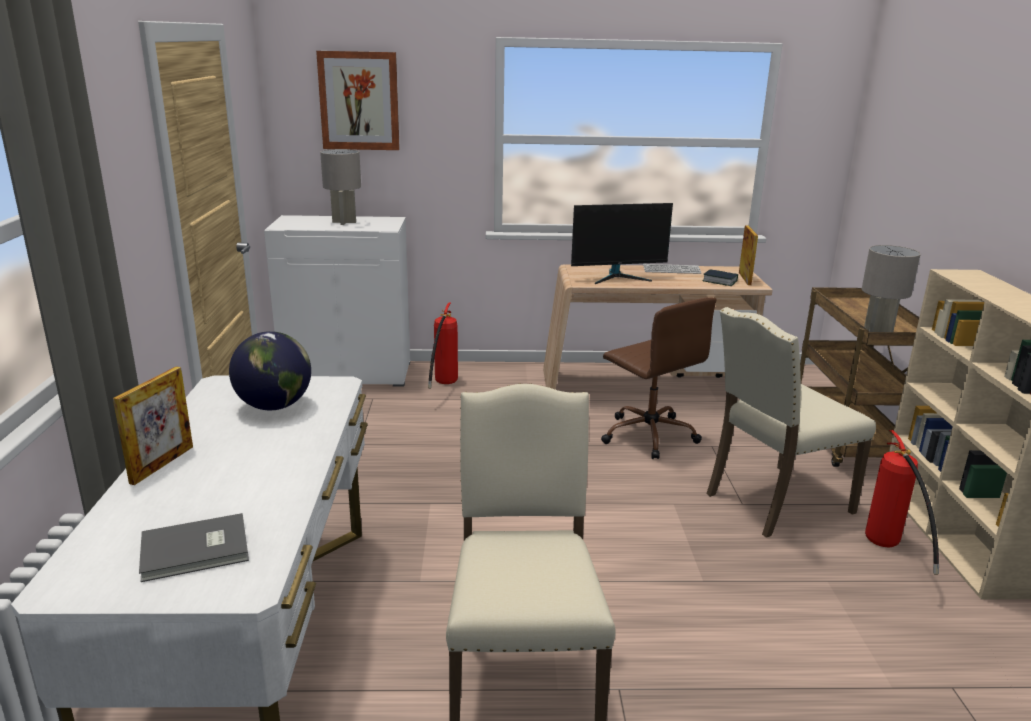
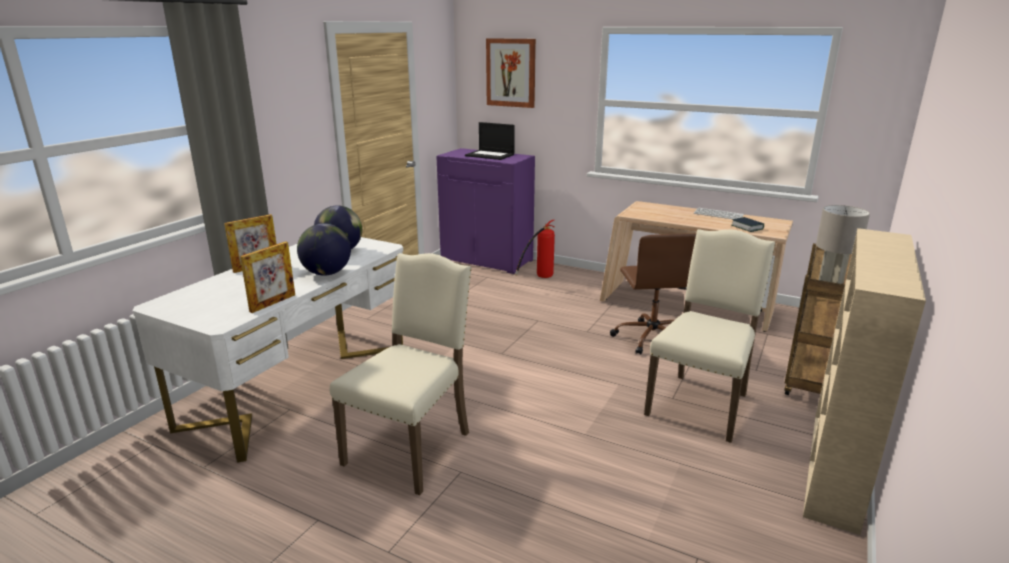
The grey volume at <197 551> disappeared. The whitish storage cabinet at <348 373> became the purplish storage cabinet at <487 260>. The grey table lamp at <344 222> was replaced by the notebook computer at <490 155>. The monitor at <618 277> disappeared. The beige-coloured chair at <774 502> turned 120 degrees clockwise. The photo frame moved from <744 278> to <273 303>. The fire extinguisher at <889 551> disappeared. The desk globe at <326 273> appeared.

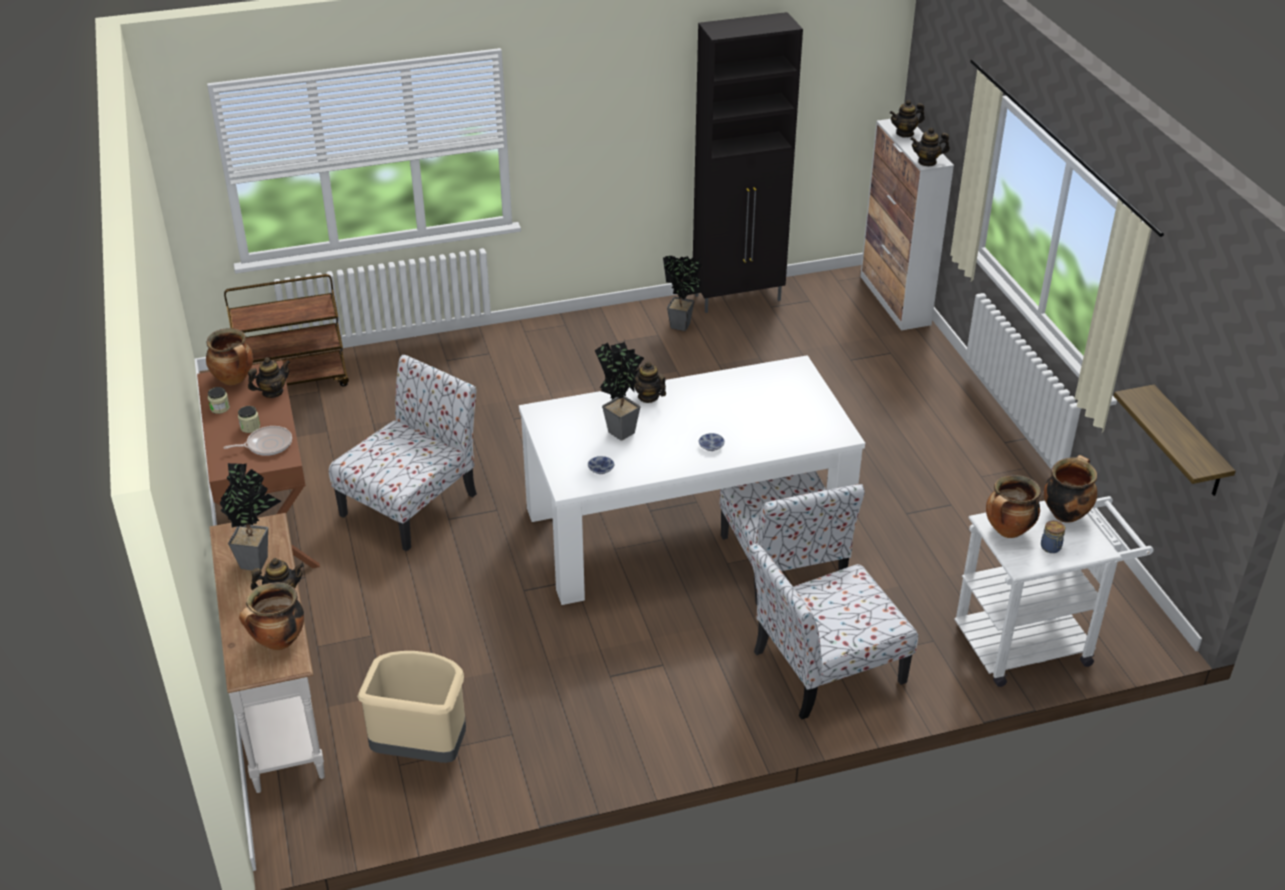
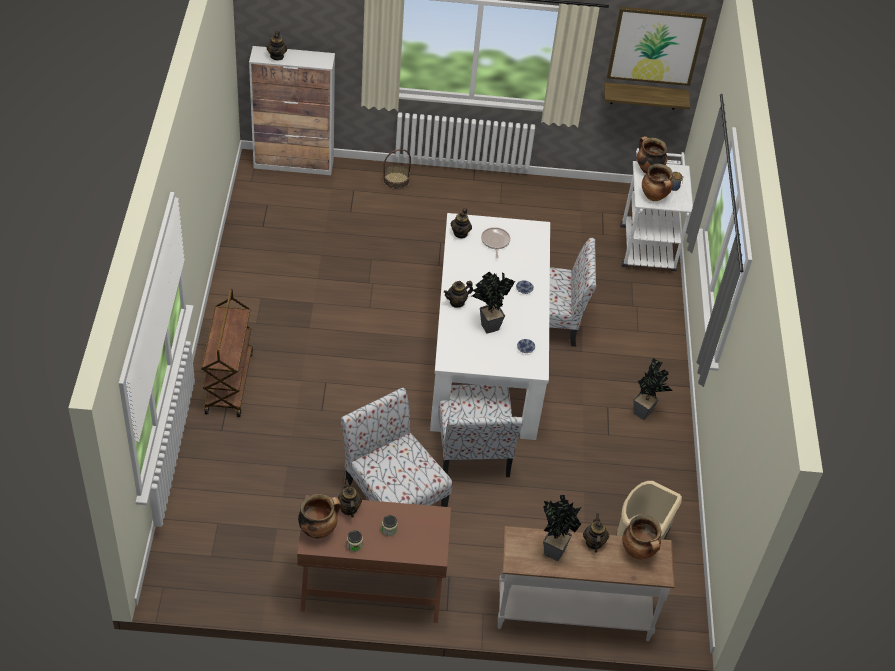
The brown-coloured cart moved from <294 381> to <228 382>. The skillet moved from <267 445> to <495 242>. The potted plant moved from <682 327> to <645 412>. The black storage cabinet at <739 298> disappeared. The chair moved from <825 668> to <473 448>. The tea pot moved from <927 162> to <460 233>. The storage basket at <396 180> appeared. The picture at <655 45> appeared.

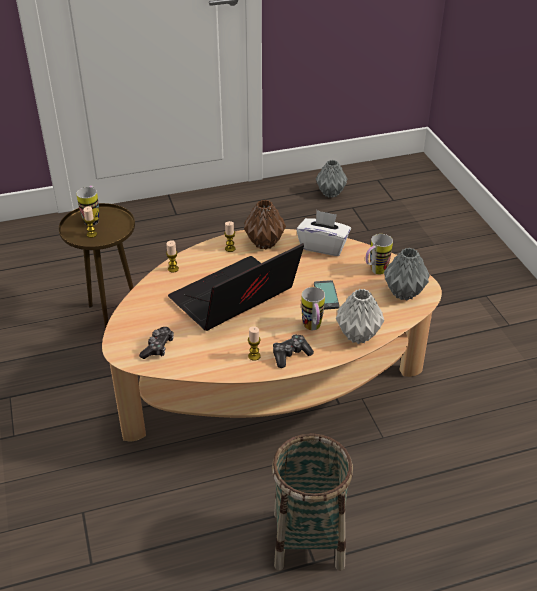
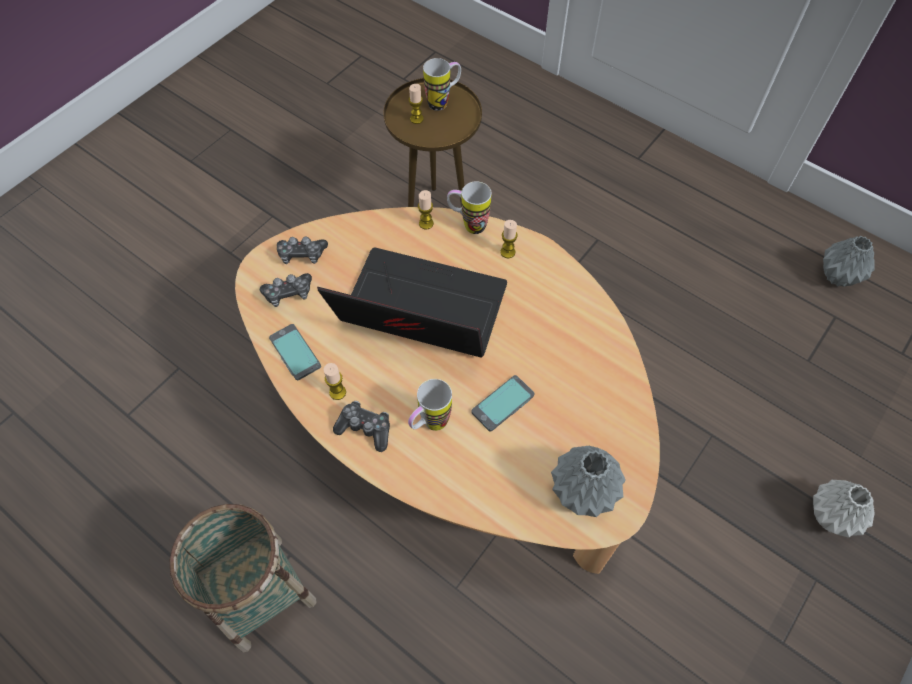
The brown-coloured vase at <264 243> disappeared. The whitish tissue holder at <323 246> disappeared. The grey vase moved from <358 336> to <830 517>. The tea mug moved from <375 272> to <468 224>. The handset at <295 352> appeared. The gamepad at <302 254> appeared.

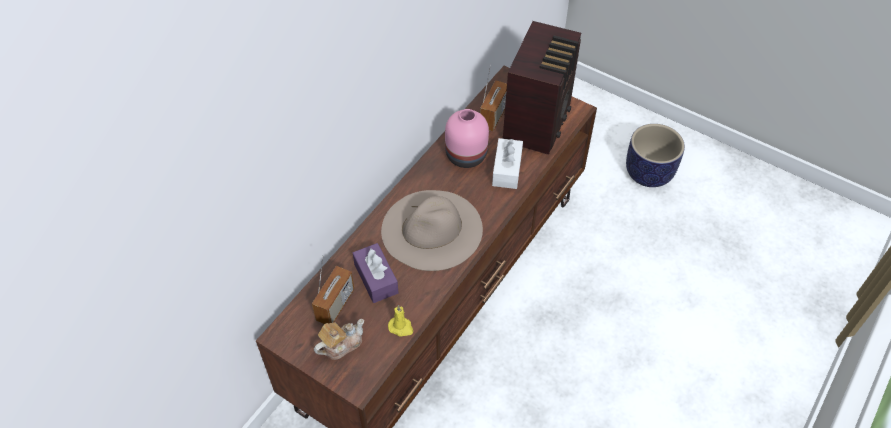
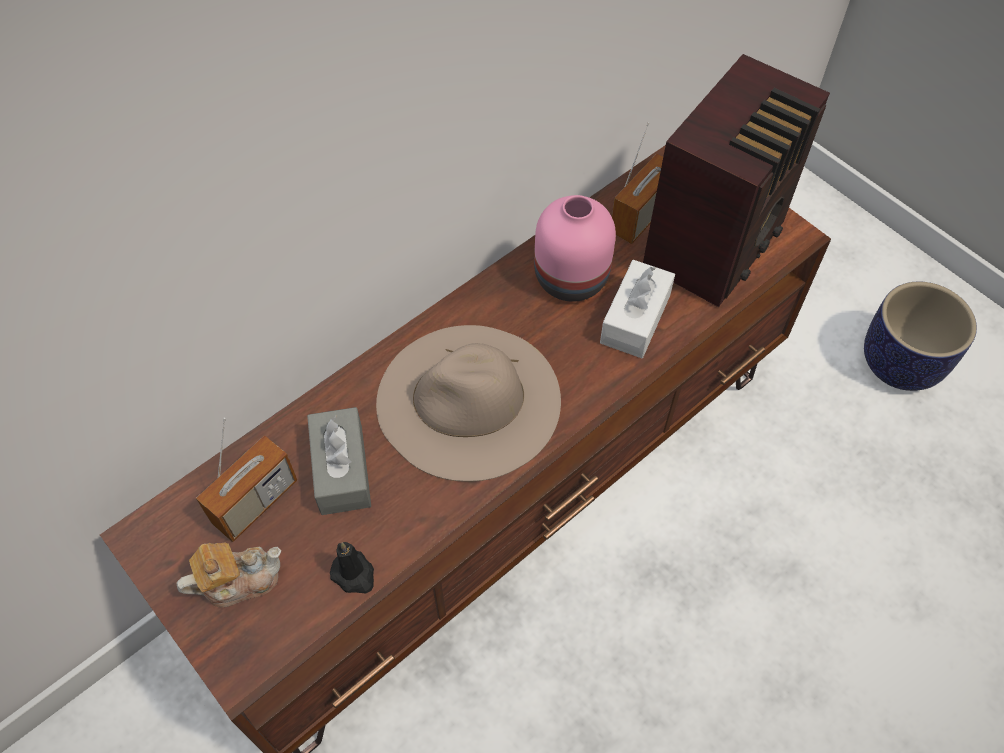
The purplish tissue holder at <376 278> became the grey tissue holder at <342 469>. The yellow wax light at <401 327> became the black wax light at <354 574>.

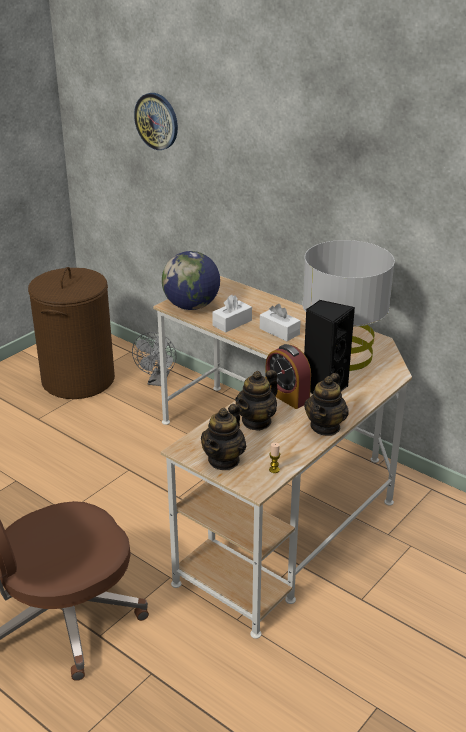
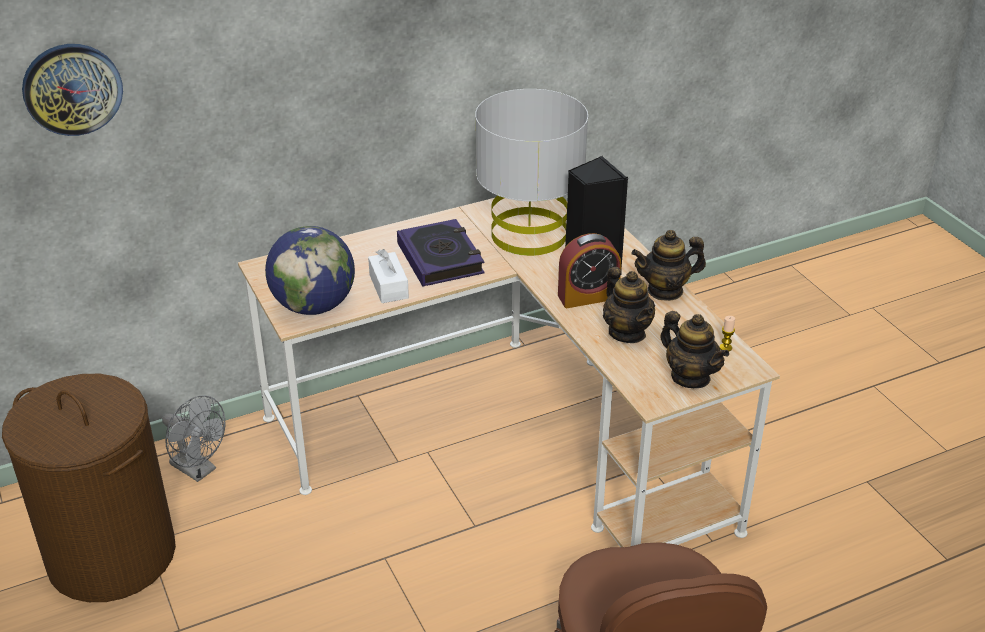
The whitish tissue holder at <279 331> was replaced by the volume at <440 258>. The tea pot at <325 427> turned 120 degrees clockwise.

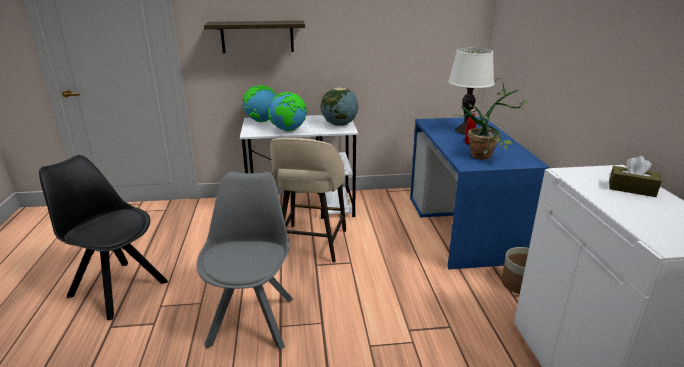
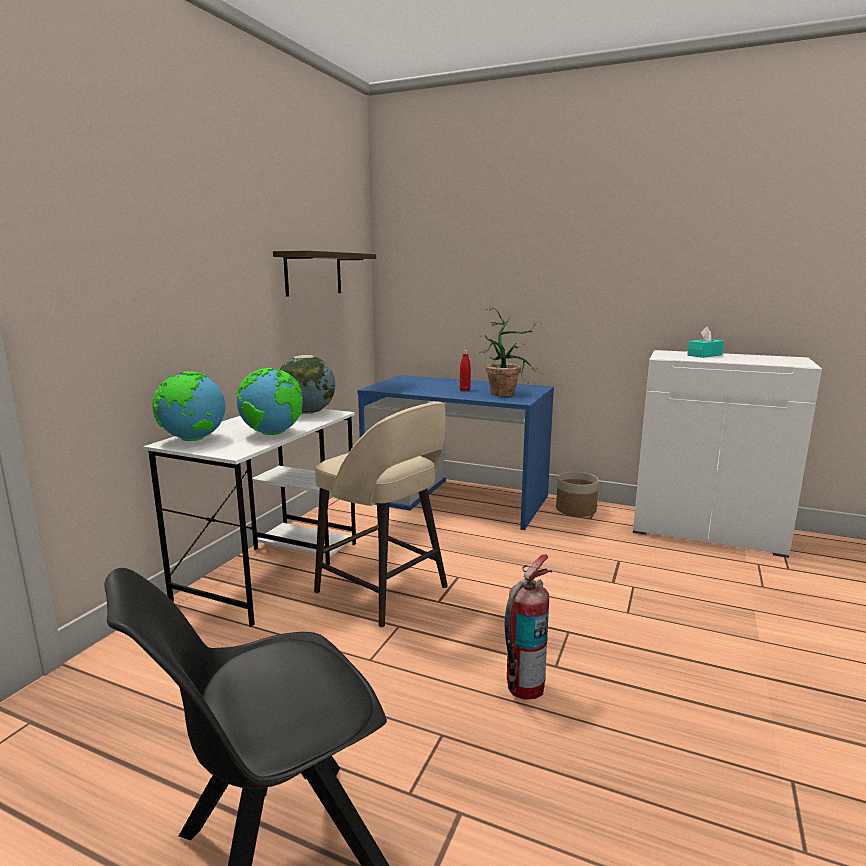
The grey chair at <252 319> was replaced by the fire extinguisher at <524 687>. The wall shelf moved from <257 37> to <313 274>. The whitish table lamp at <465 131> disappeared. The brown-coloured tissue holder at <631 189> became the turquoise-coloured tissue holder at <704 355>.

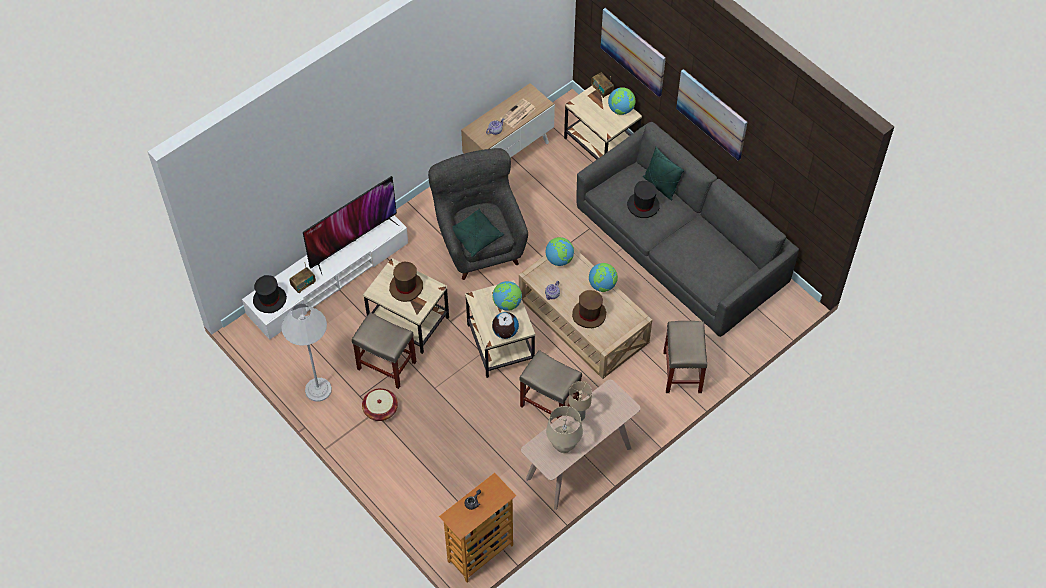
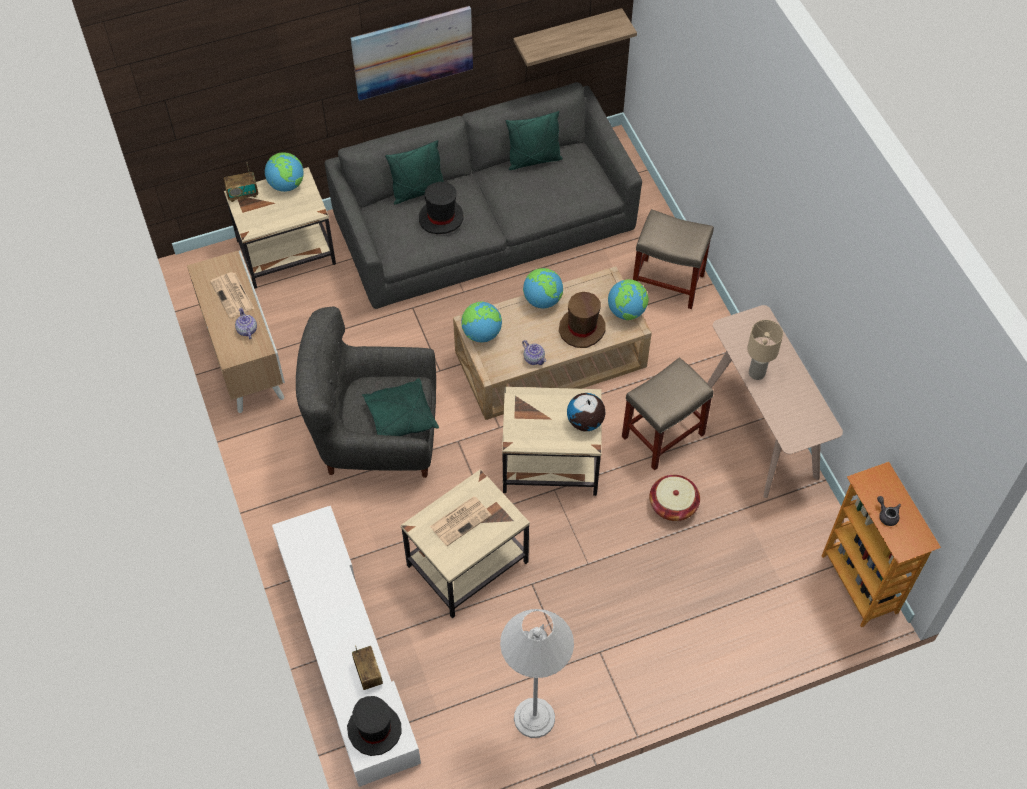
The television at <352 241> disappeared. The beige-coloured stool at <386 365> disappeared. The storage basket moved from <380 409> to <673 505>. The brown-coloured hat at <406 287> was replaced by the printed paper at <461 520>. The desk globe moved from <507 304> to <627 311>. The beige-coloured table lamp at <563 445> disappeared. The picture at <633 51> disappeared. The green throw pillow at <534 160> appeared. The wall shelf at <567 34> appeared.

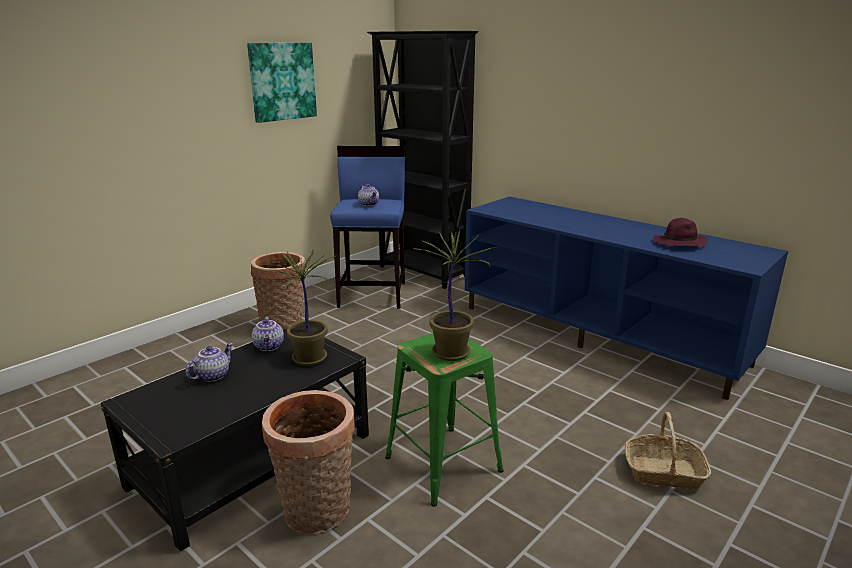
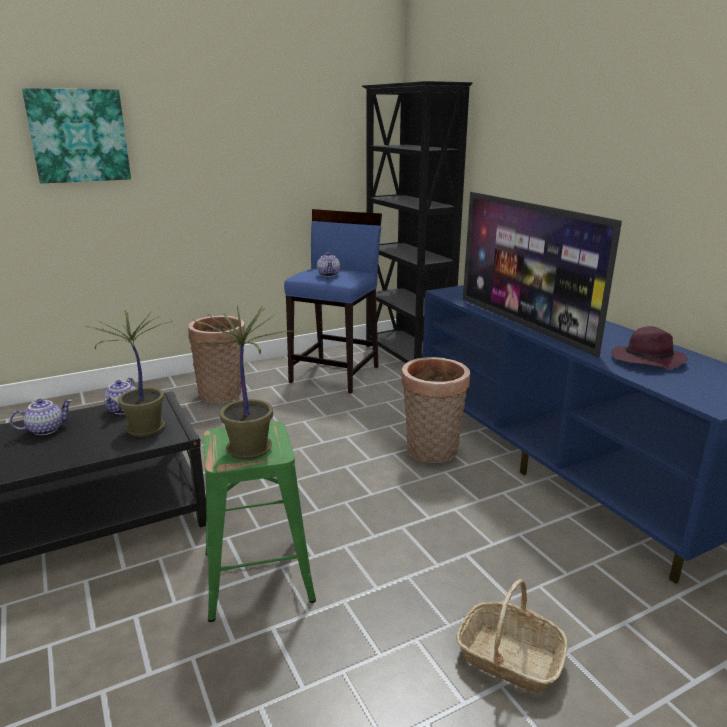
The picture moved from <282 81> to <79 136>. The storage basket moved from <317 513> to <431 452>. The television at <525 325> appeared.

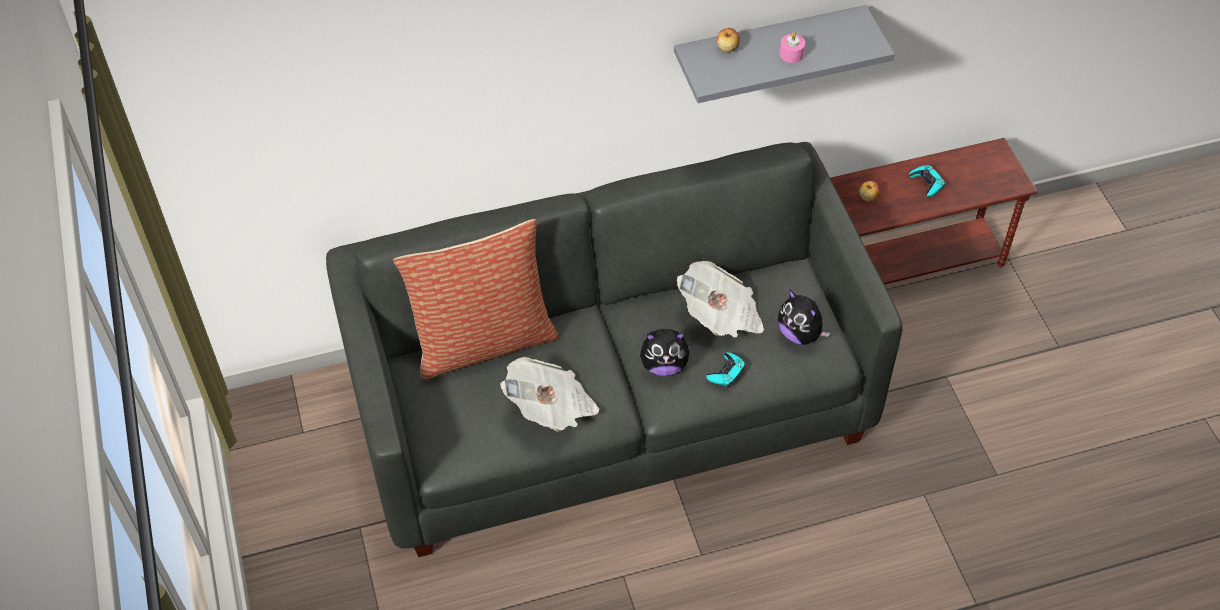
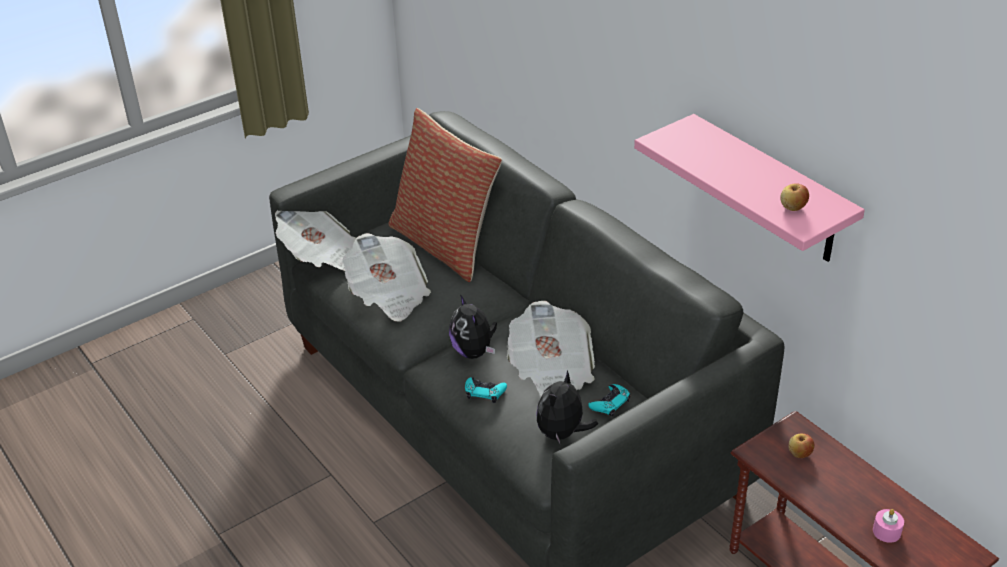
The grey wall shelf at <768 49> became the pinkish wall shelf at <770 190>. The apple moved from <727 48> to <793 207>. The pinkish wax light moved from <791 54> to <886 531>. The turquoise-coloured gamepad moved from <926 183> to <610 403>. The printed paper at <320 256> appeared.

